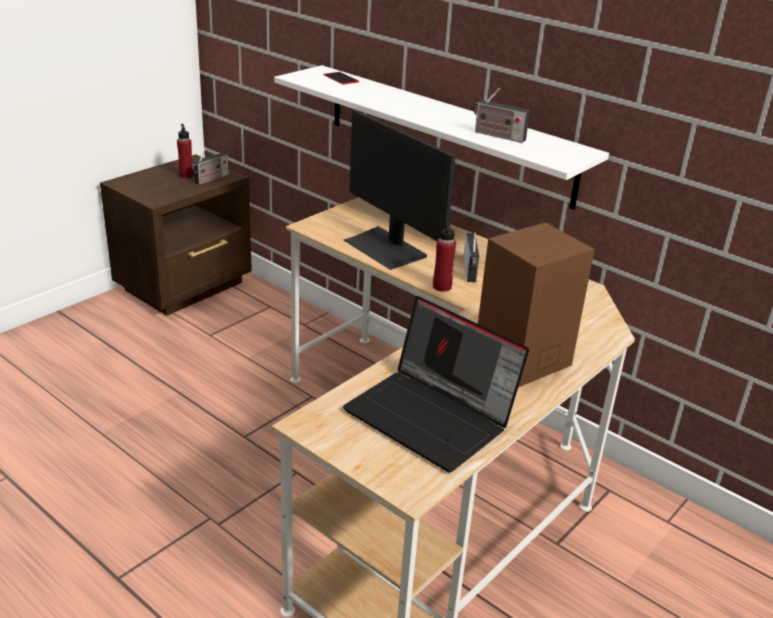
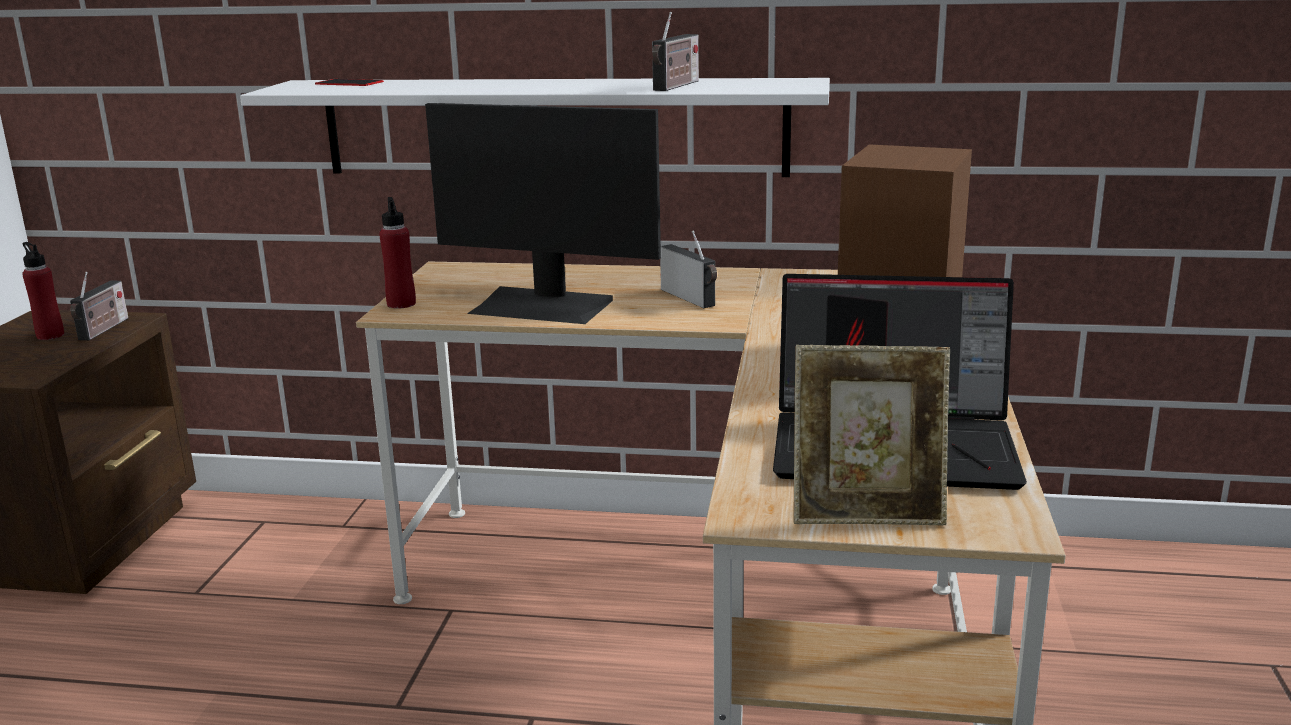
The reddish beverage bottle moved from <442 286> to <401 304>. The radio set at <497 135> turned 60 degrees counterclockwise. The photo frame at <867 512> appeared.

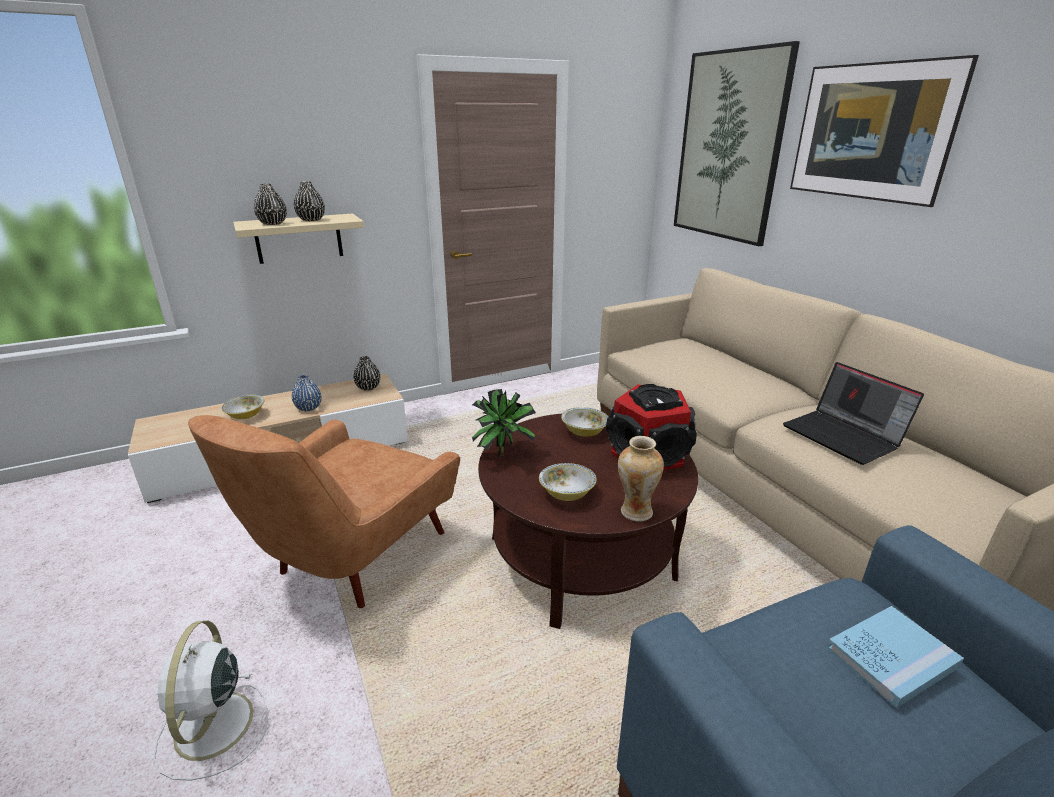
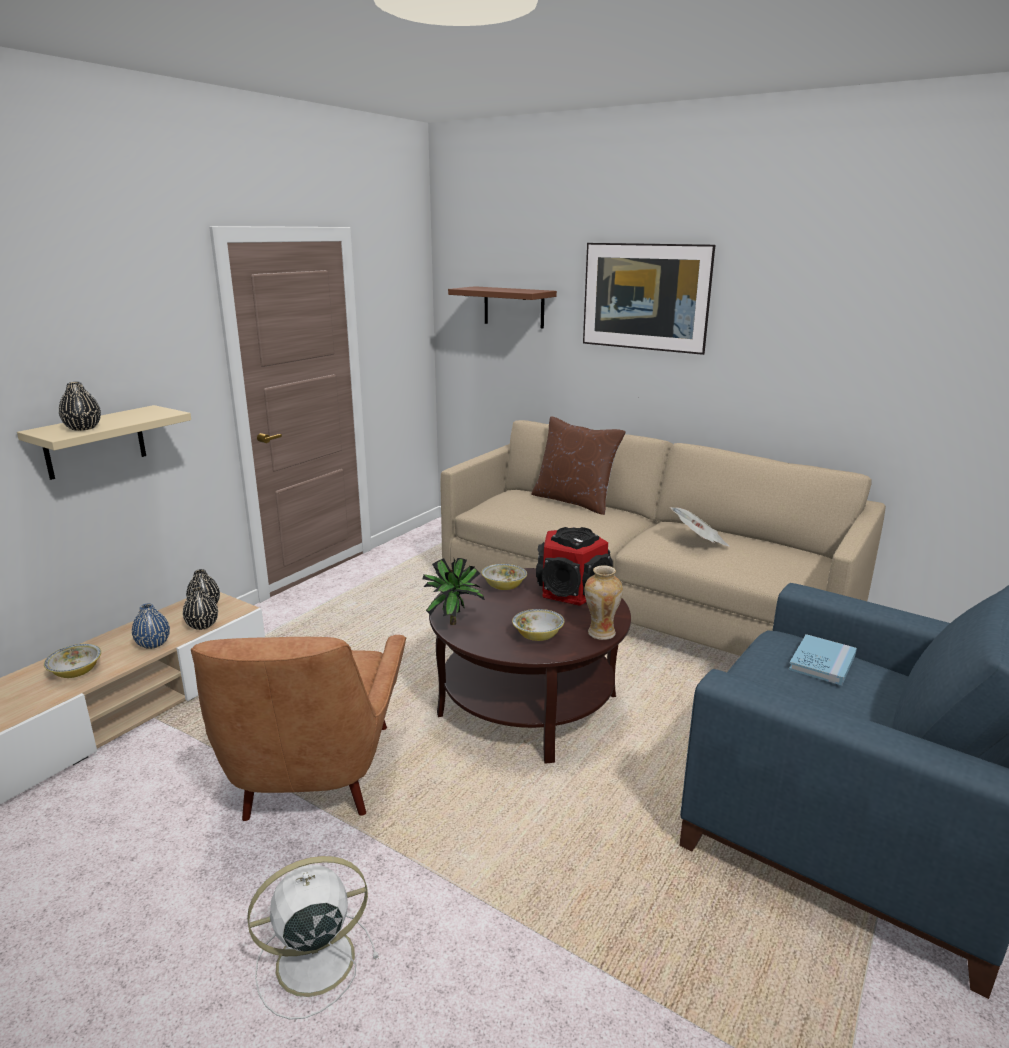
The whitish fan at <213 728> turned 105 degrees clockwise. The black vase moved from <311 220> to <202 625>. The picture at <729 147> was replaced by the brown-coloured wall shelf at <514 307>. The notebook computer at <844 436> was replaced by the printed paper at <698 541>. The brown-coloured throw pillow at <574 501> appeared.

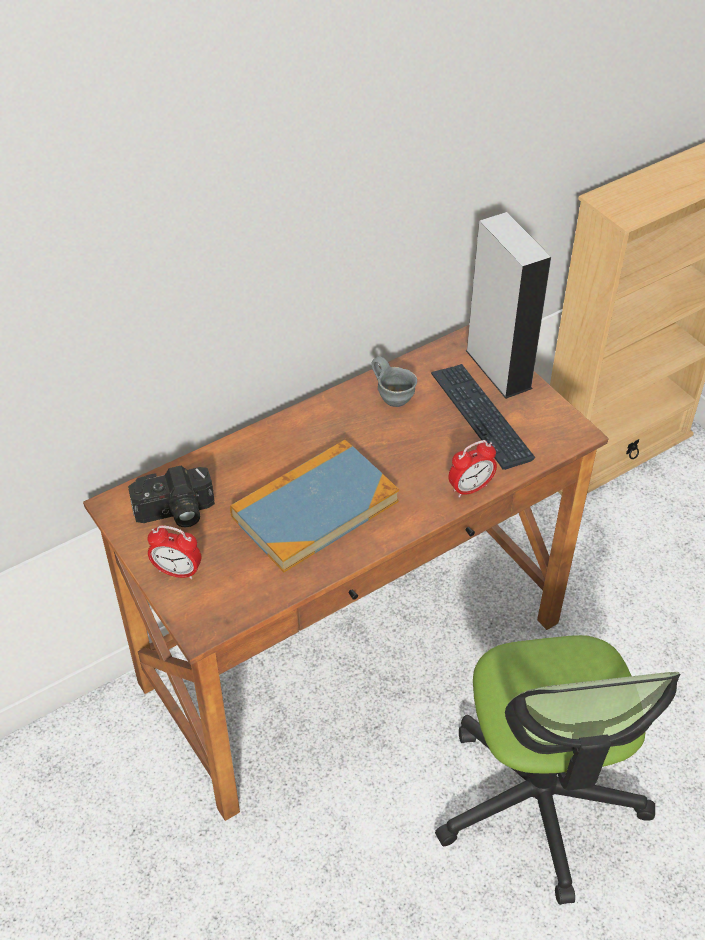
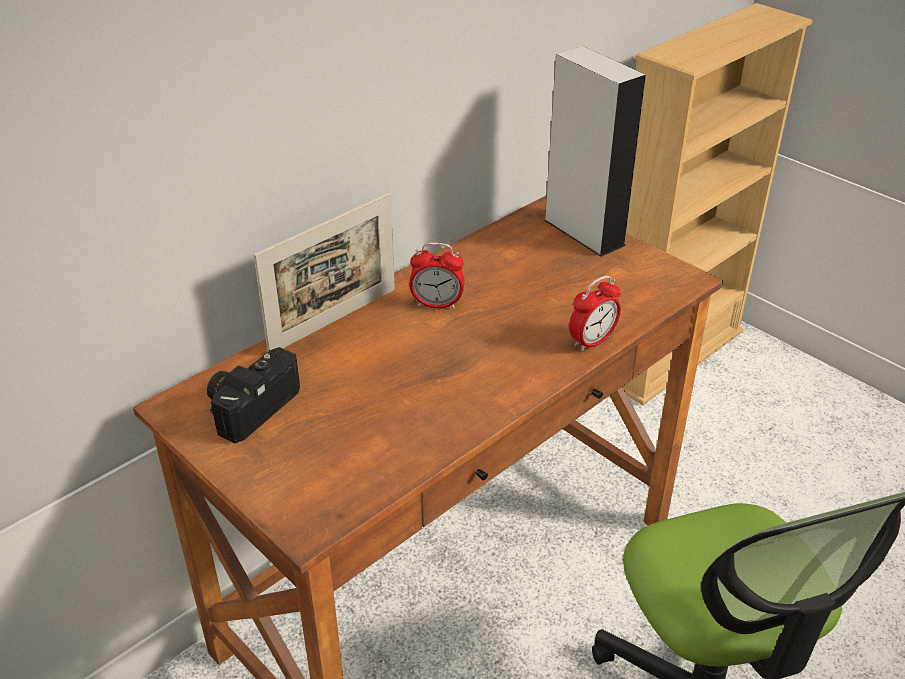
The still camera at <175 513> turned 150 degrees clockwise. The alarm clock moved from <177 571> to <437 304>. The volume at <315 508> disappeared. The grey tea mug at <394 397> disappeared. The PC keyboard at <481 417> disappeared. The photo frame at <334 320> appeared.

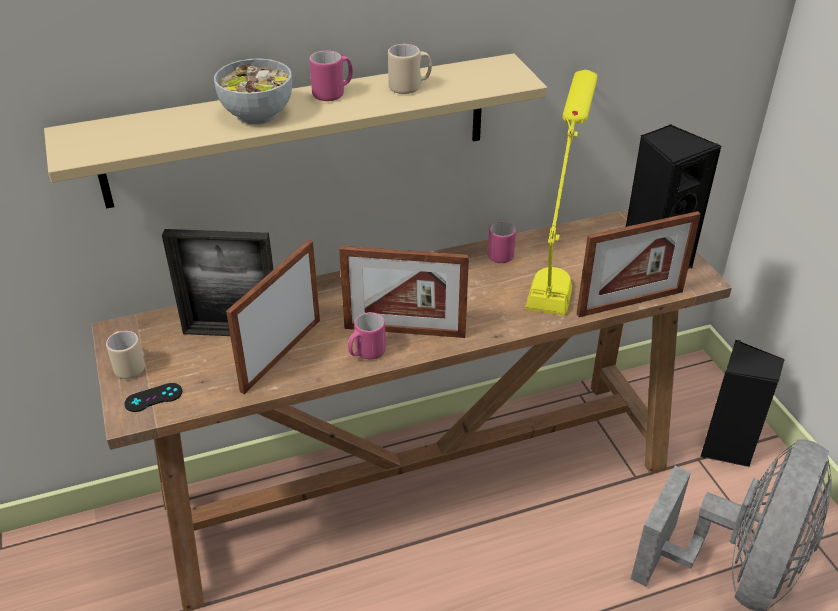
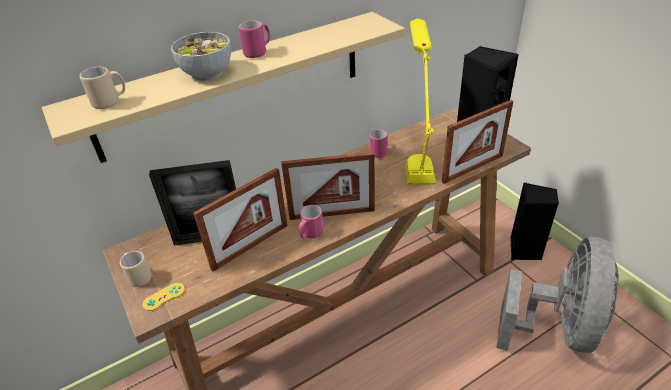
The black gamepad at <153 398> became the yellow gamepad at <164 297>. The photo frame at <281 354> turned 150 degrees counterclockwise. The beige-coloured tea mug moved from <410 87> to <111 102>.

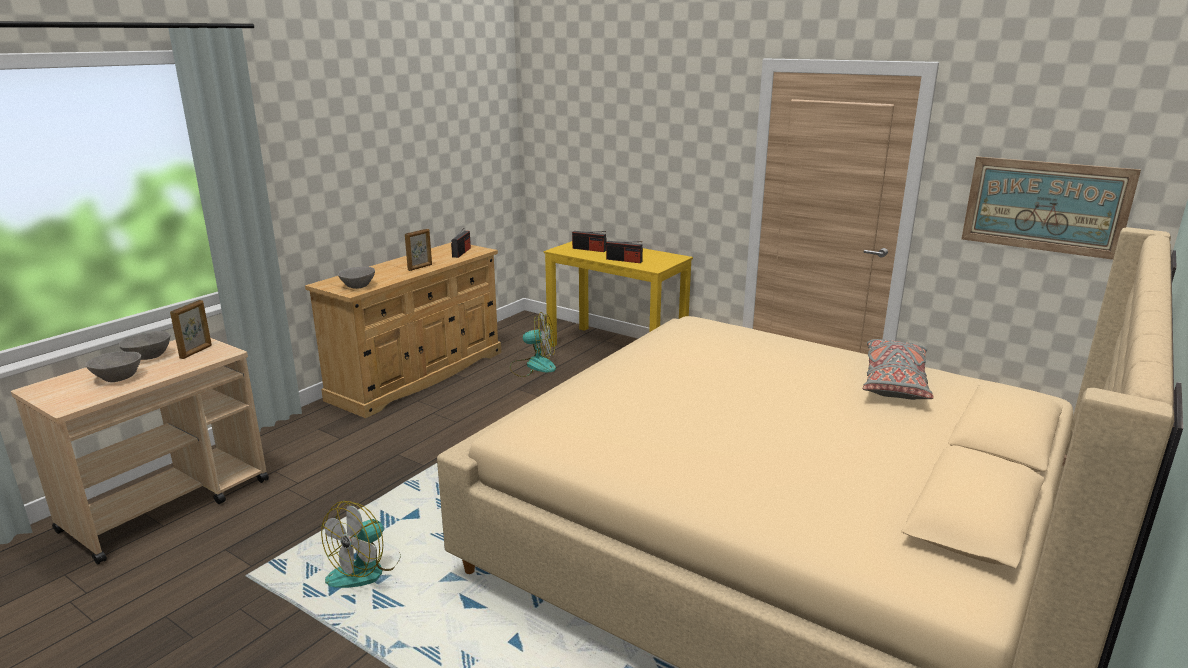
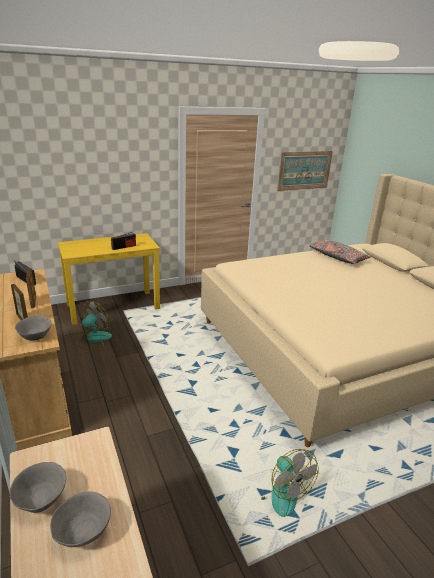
The photo frame moved from <196 352> to <23 319>. The radio set at <589 249> disappeared.

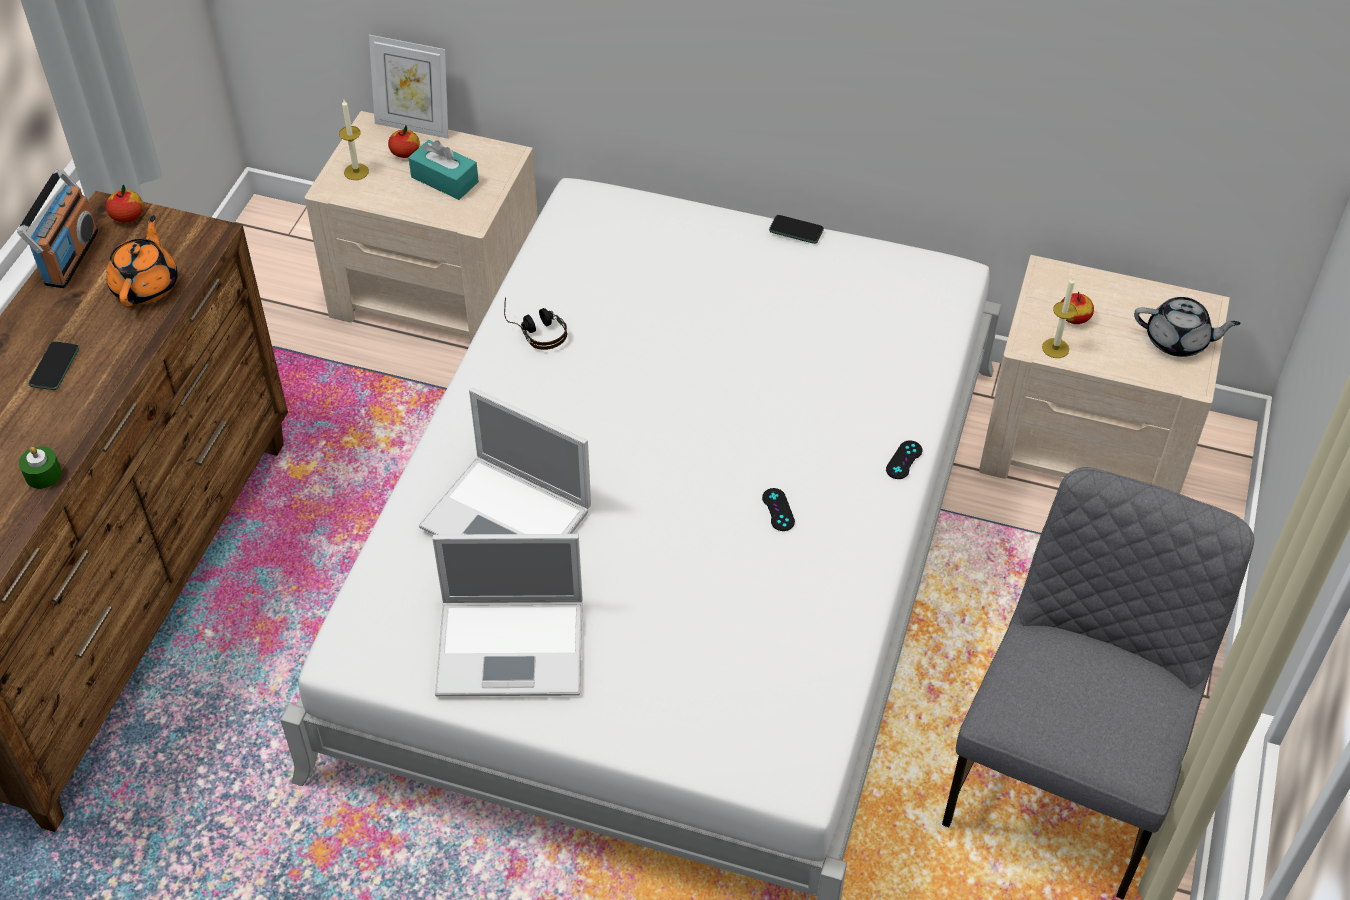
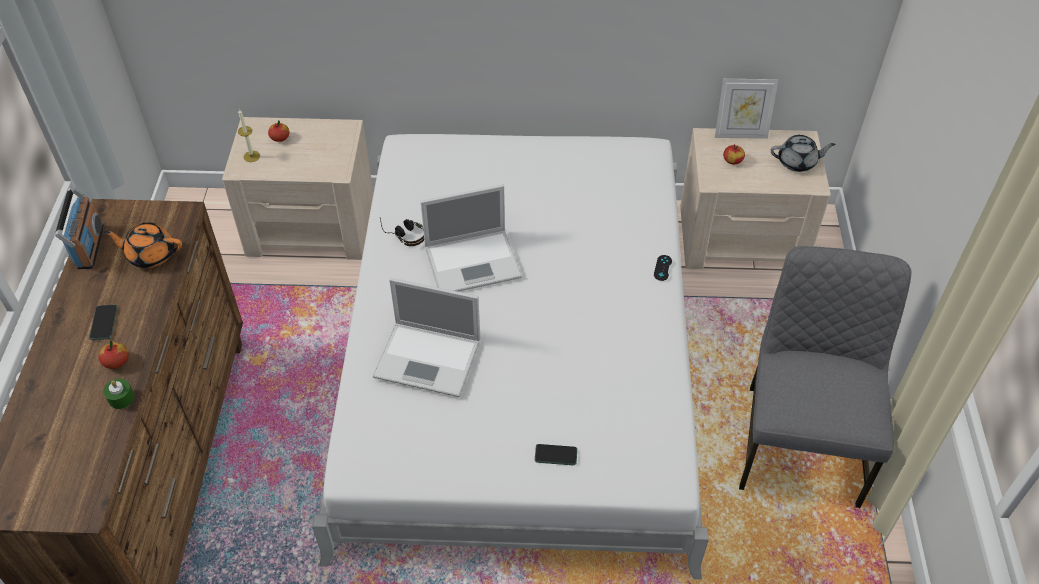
The apple moved from <127 216> to <116 361>. The orangey tea pot at <146 285> turned 75 degrees counterclockwise. The photo frame moved from <414 125> to <740 134>. The turquoise-coloured tissue holder at <444 179> disappeared. The notebook computer moved from <514 647> to <474 261>. The black gamepad at <778 510> disappeared. The handset moved from <796 230> to <556 455>. The wax light at <1055 348> disappeared.

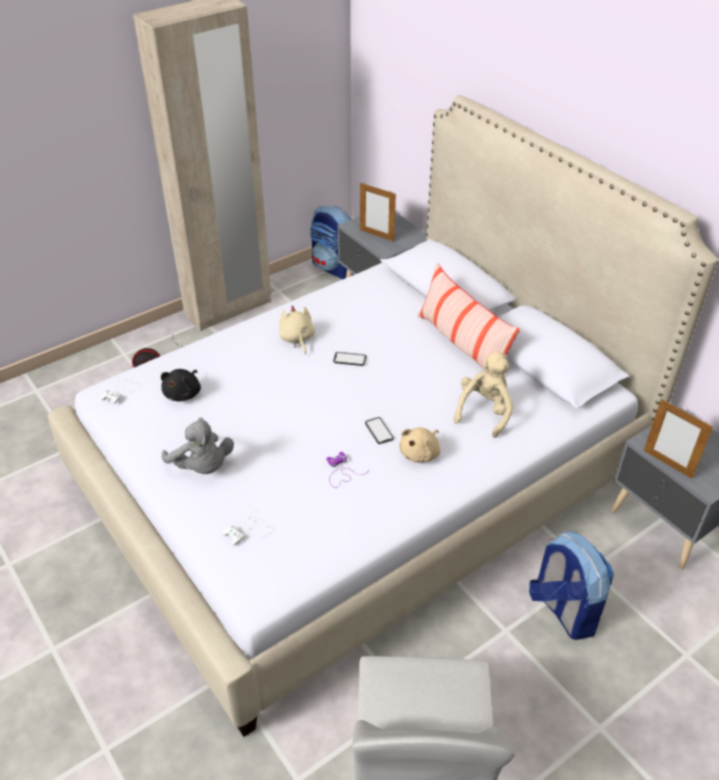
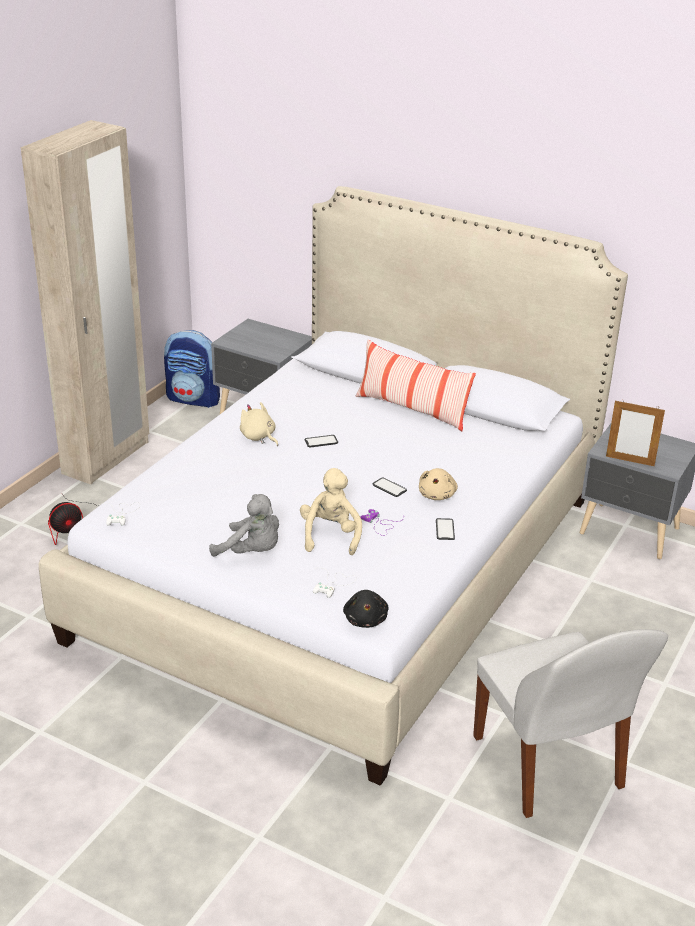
The black plush toy moved from <184 393> to <365 619>. The photo frame at <376 235> disappeared. The beige-coloured plush toy moved from <484 411> to <330 535>. The backpack at <563 610> disappeared. The handset at <445 530> appeared.

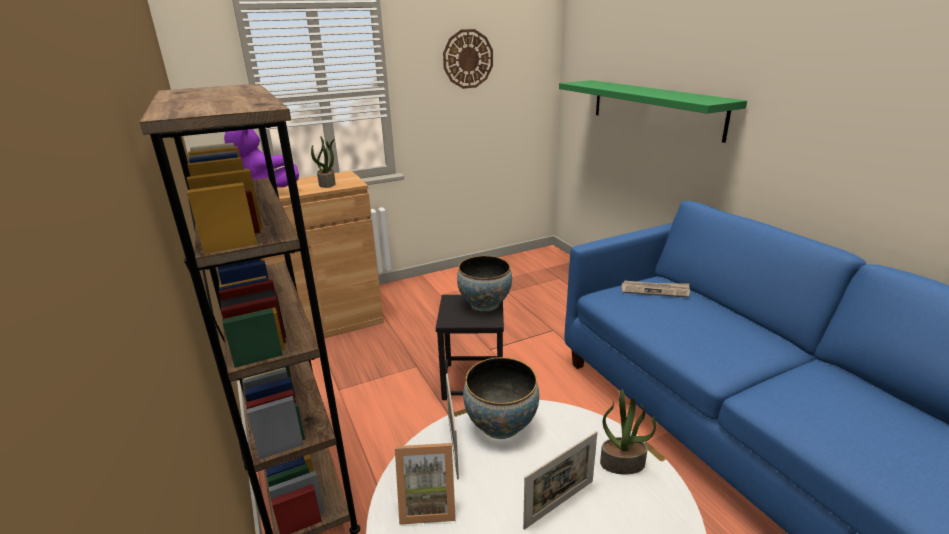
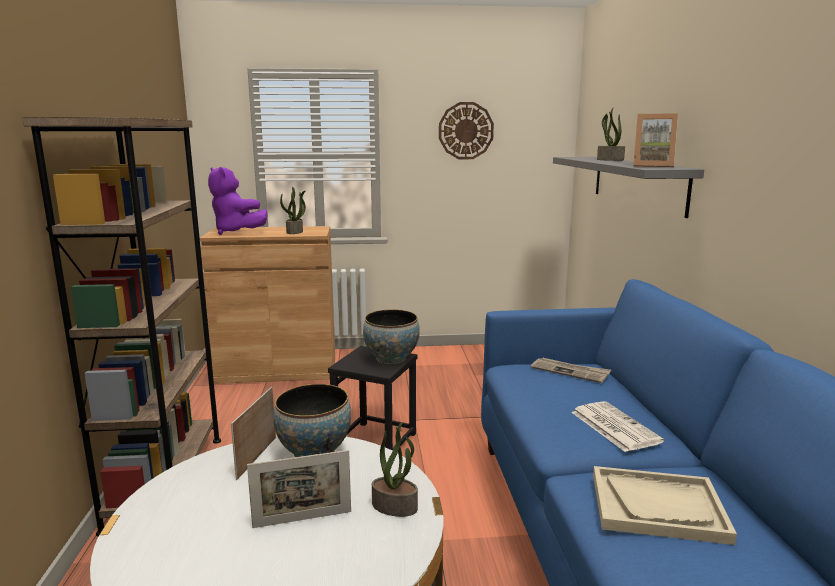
The photo frame moved from <427 504> to <652 166>. The green wall shelf at <654 108> became the grey wall shelf at <637 183>. The printed paper at <613 426> appeared. The beige-coloured tray at <658 507> appeared. The potted plant at <609 160> appeared.

